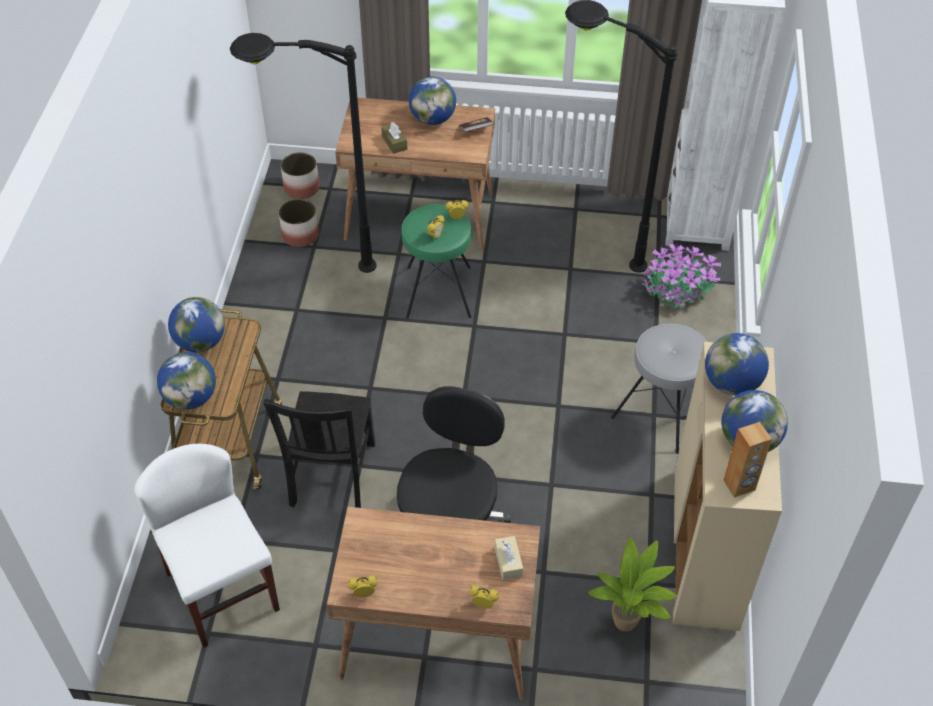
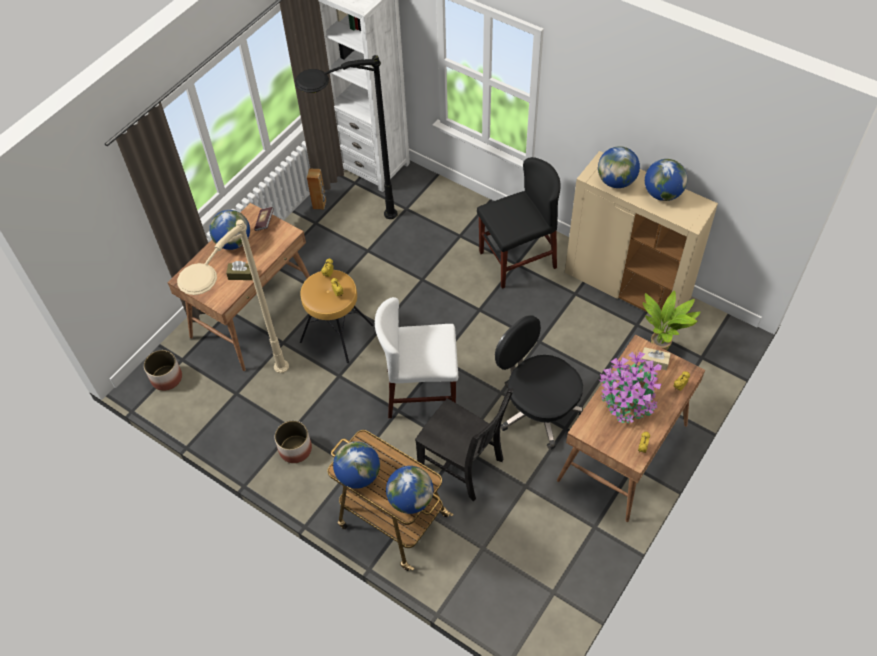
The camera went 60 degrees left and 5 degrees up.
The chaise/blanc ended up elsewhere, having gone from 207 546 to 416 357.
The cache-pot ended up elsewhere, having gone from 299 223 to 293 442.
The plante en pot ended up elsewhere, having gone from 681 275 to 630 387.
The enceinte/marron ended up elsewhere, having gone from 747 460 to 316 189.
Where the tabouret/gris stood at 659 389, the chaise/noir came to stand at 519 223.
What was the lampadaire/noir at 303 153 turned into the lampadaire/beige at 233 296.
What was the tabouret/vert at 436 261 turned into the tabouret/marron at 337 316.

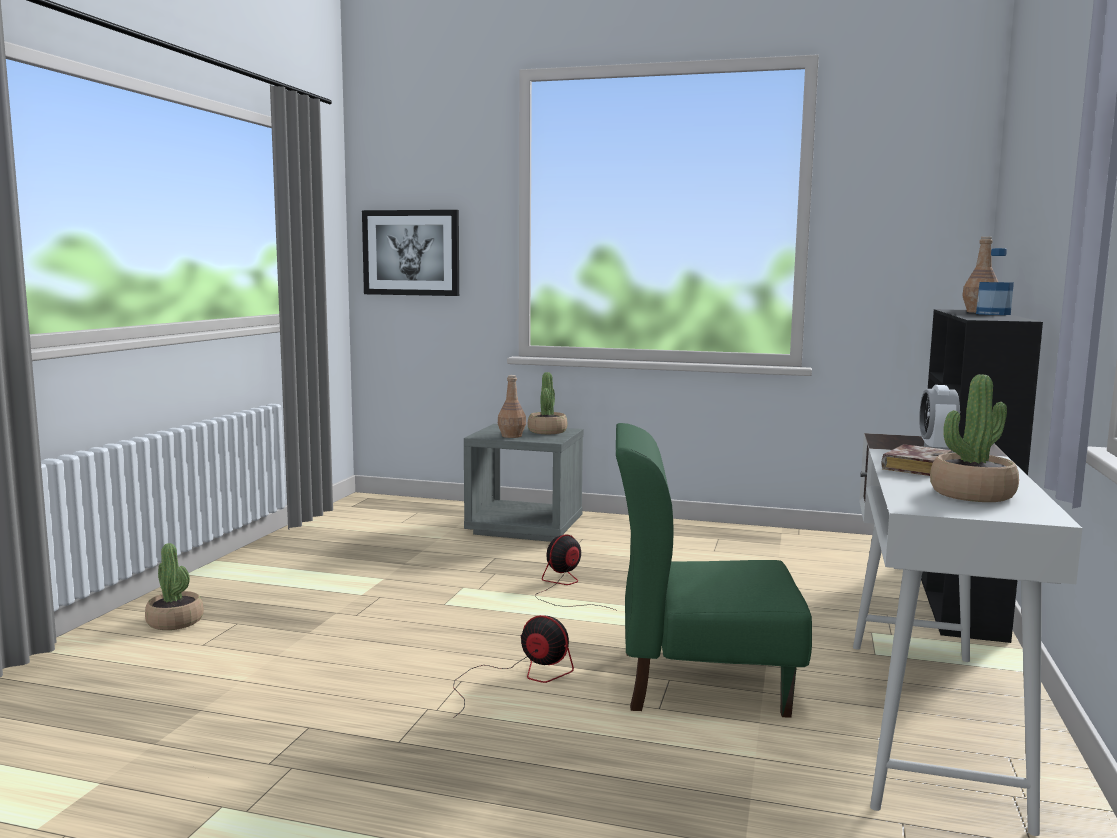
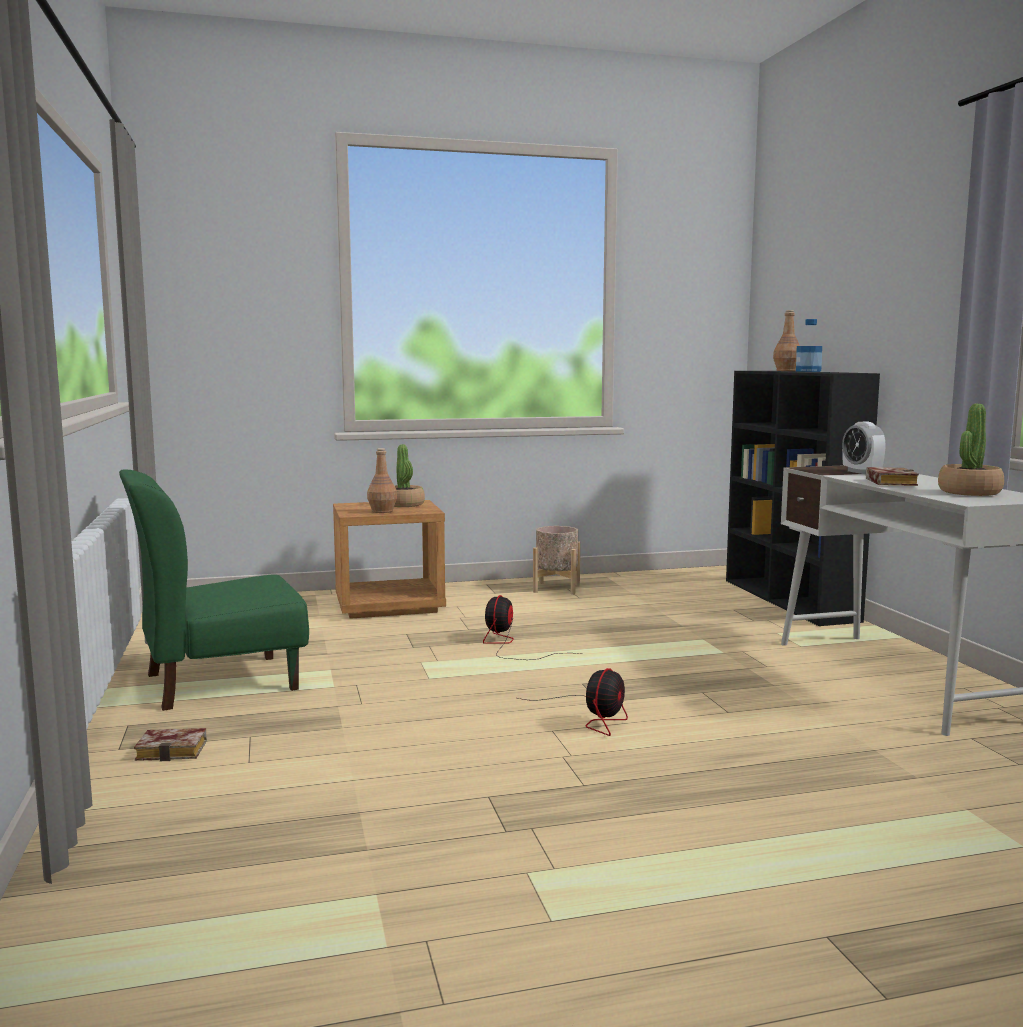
The camera went 30 degrees left and 0 degrees up.
The second view lost the tableau at 410 253.
The second view gained the cache-pot/beige at 556 560.
The chaise/vert ended up elsewhere, having gone from 714 570 to 214 590.
Where the plante en pot stood at 174 586, the livre came to stand at 170 744.
What was the table de chevet/gris at 523 483 turned into the table de chevet/marron at 389 559.
The ventilateur at 513 666 ended up facing another way, 120 degrees clockwise from before.

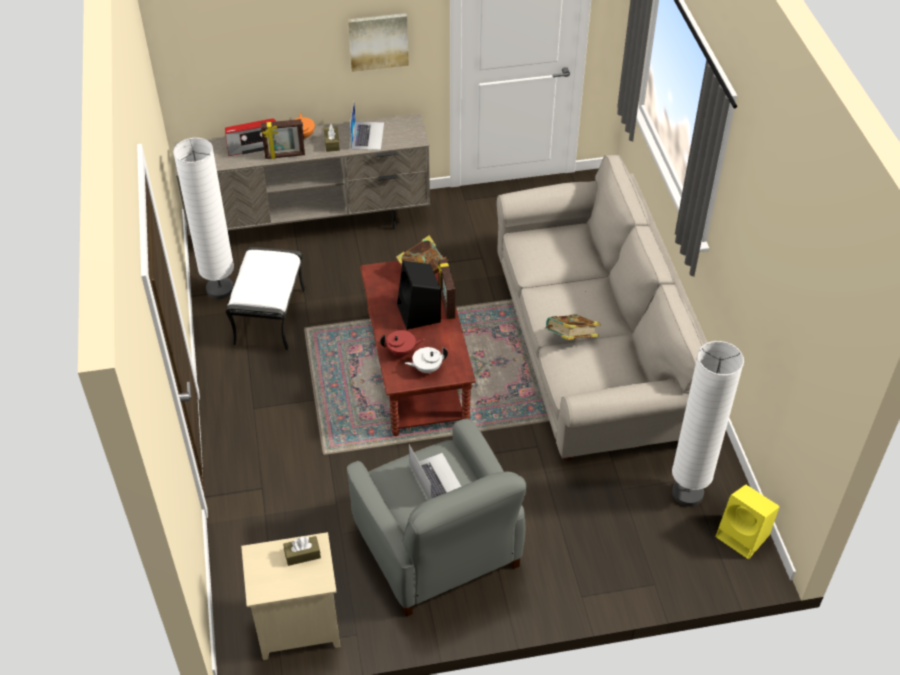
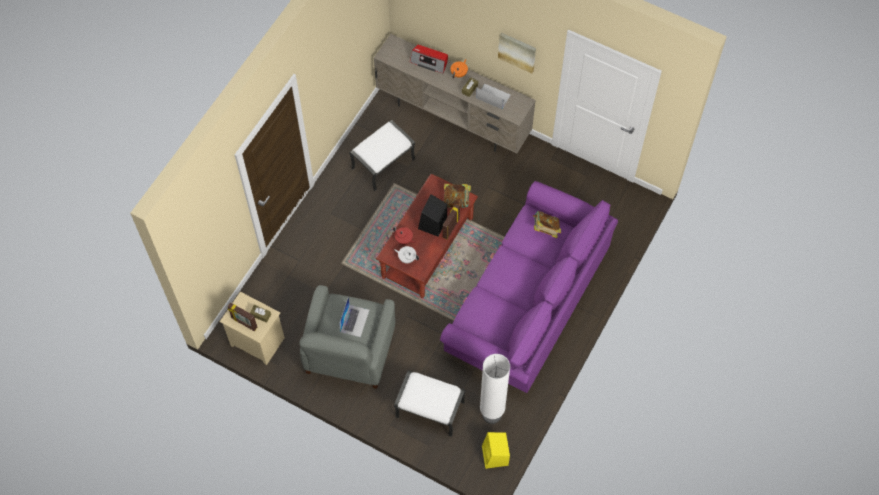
The camera went 40 degrees right and 15 degrees up.
The second view lost the lampadaire/blanc at 203 218.
The second view gained the pouf/blanc at 429 403.
The cadre photo ended up elsewhere, having gone from 283 139 to 242 316.
The livre ended up elsewhere, having gone from 573 327 to 547 224.
What was the canapé/beige at 602 308 turned into the canapé/violet at 529 287.
The ordinateur portable at 367 126 ended up facing another way, 105 degrees counterclockwise from before.

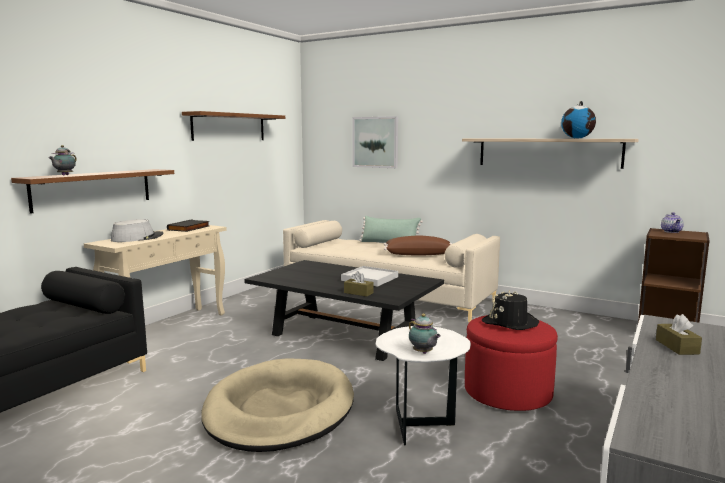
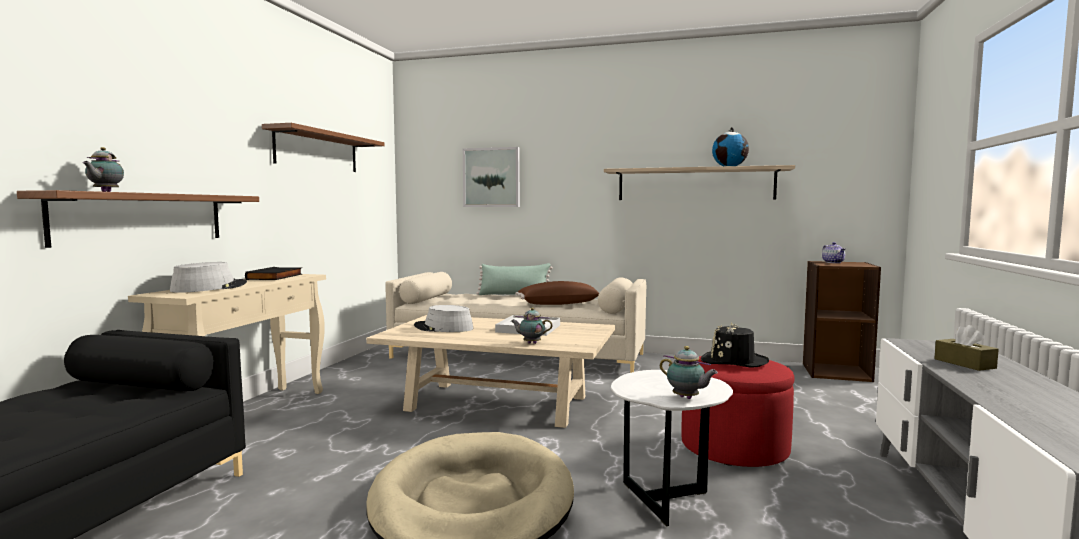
The camera went 15 degrees left and 5 degrees down.
The second view gained the chapeau/gris at 443 318.
Where the boîte à mouchoirs/marron stood at 359 284, the théière came to stand at 532 325.
What was the table basse/noir at 344 310 turned into the table basse/beige at 490 371.

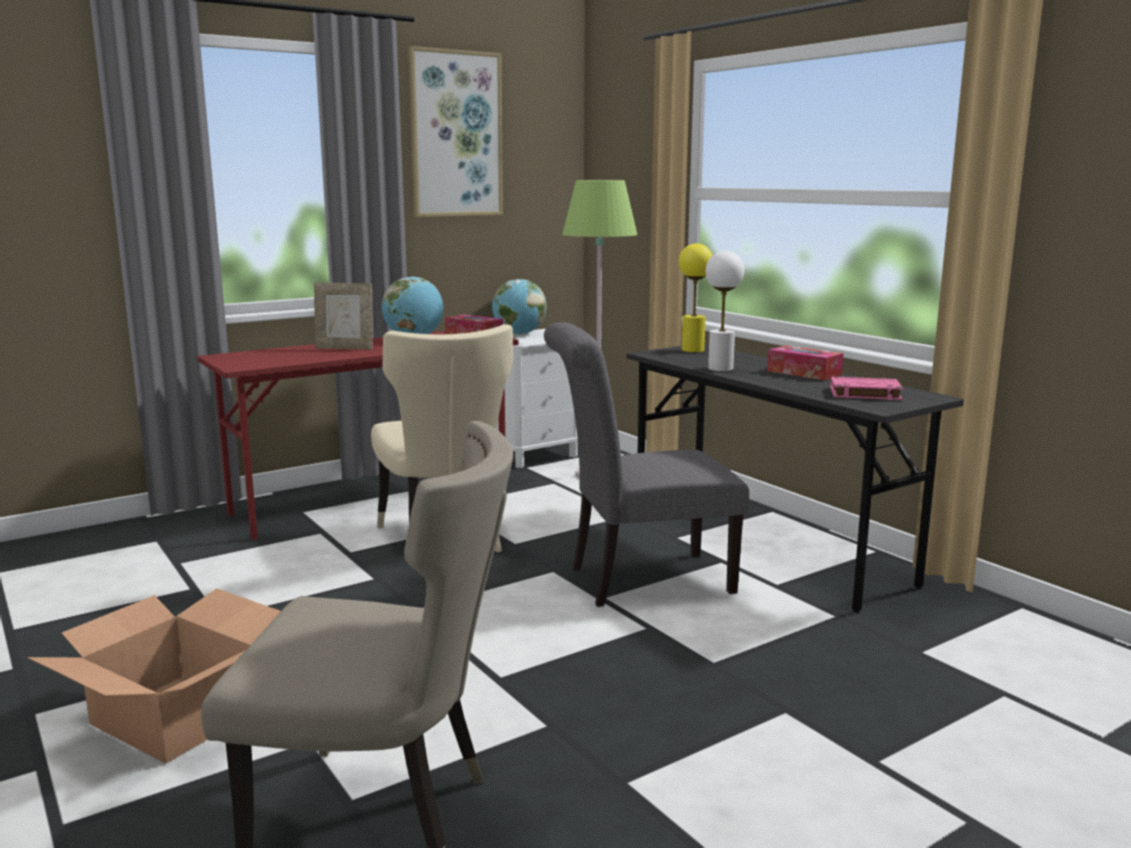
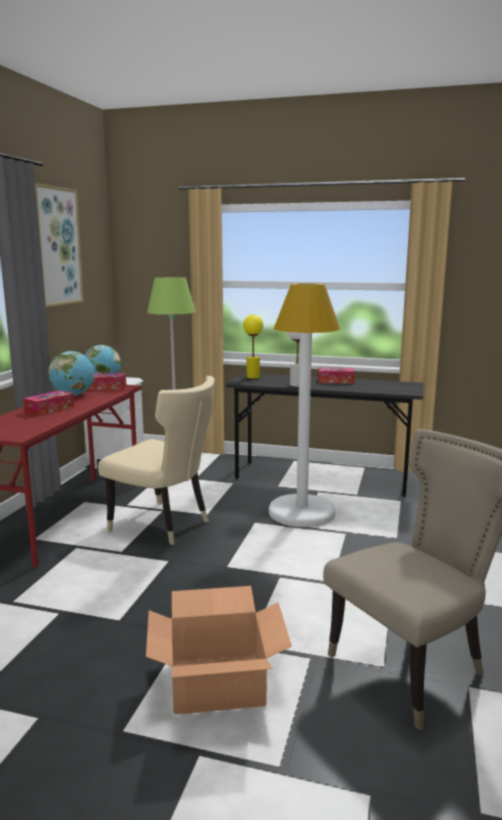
The camera went 40 degrees left and 0 degrees up.
The second view lost the livre/rose at 866 388.
Where the cadre photo stood at 343 316, the boîte à mouchoirs came to stand at 48 403.
Where the chaise/gris stood at 646 464, the lampadaire/blanc came to stand at 304 405.

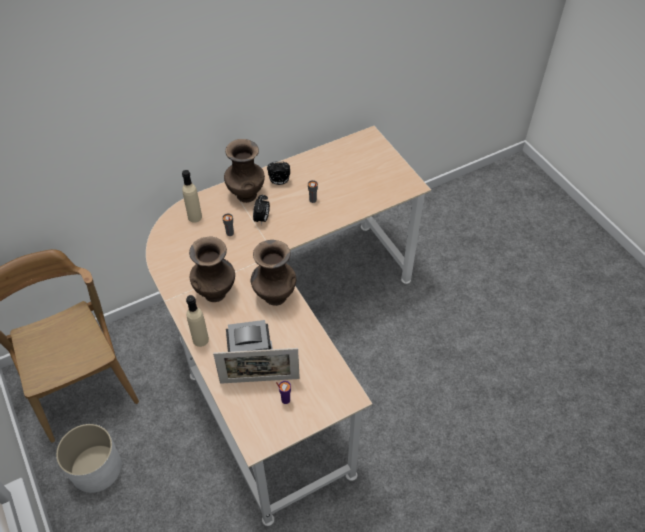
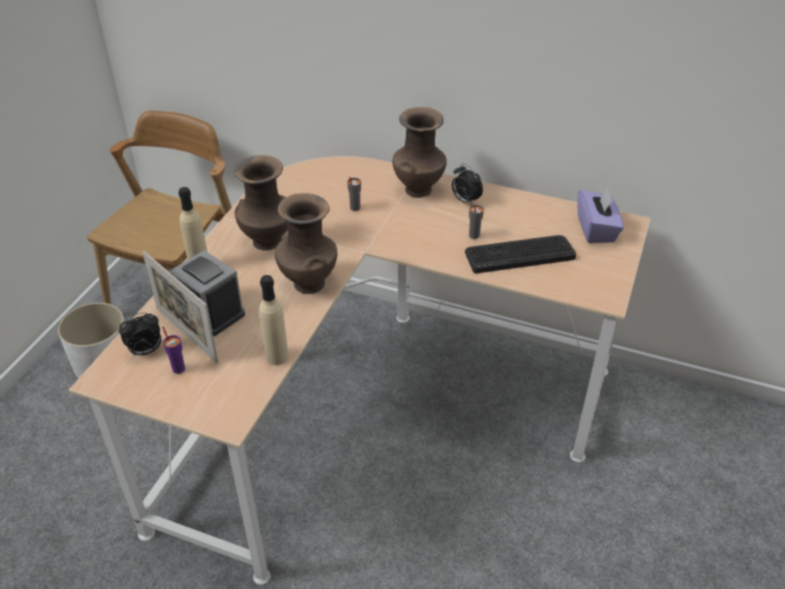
The camera went 50 degrees right and 10 degrees down.
The second view gained the clavier at 520 254.
The second view gained the boîte à mouchoirs/violet at 600 215.
The bouteille/beige ended up elsewhere, having gone from 192 196 to 273 320.
The réveil ended up elsewhere, having gone from 261 210 to 140 334.

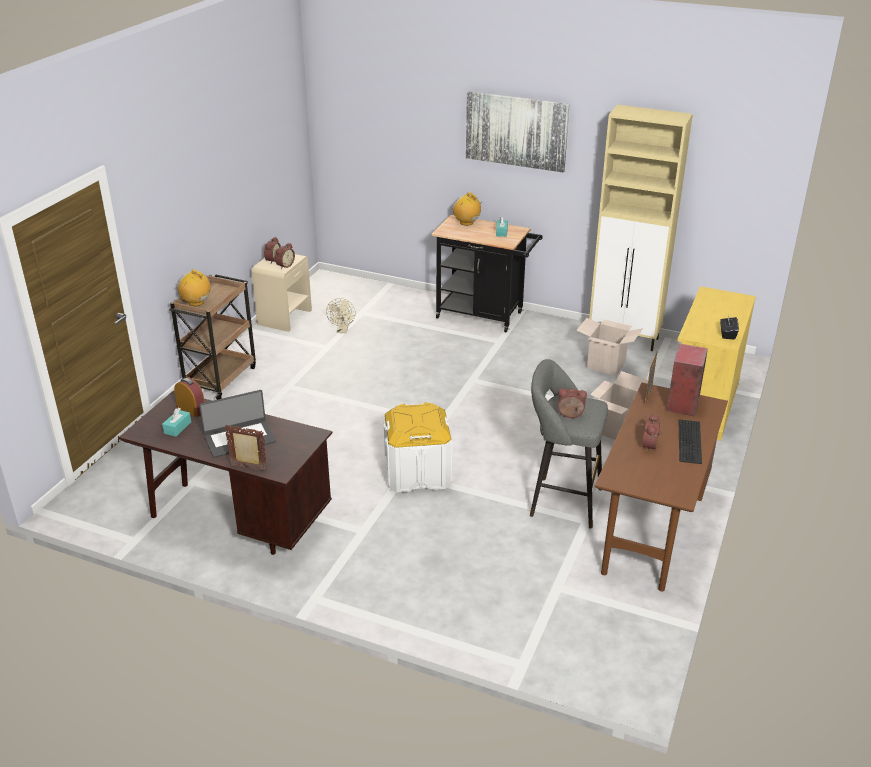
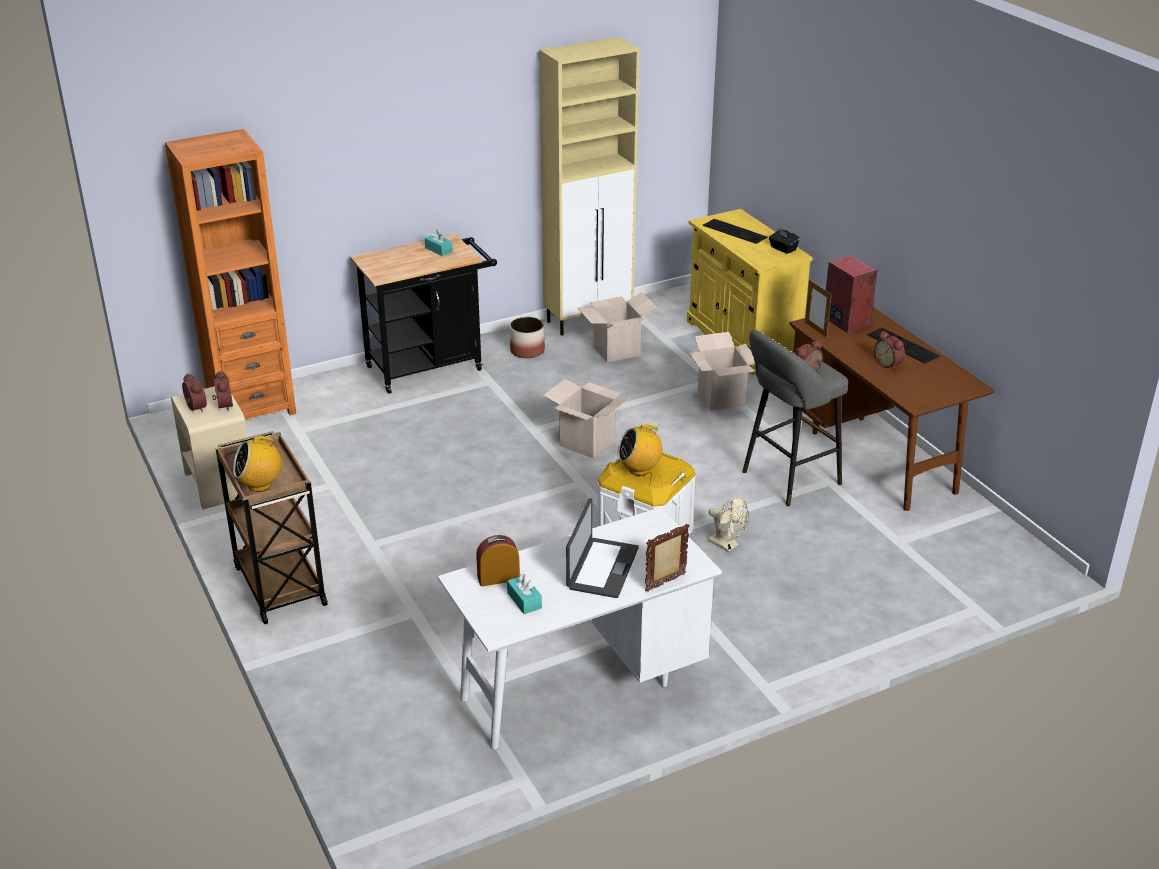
The camera went 50 degrees left and 0 degrees up.
The second view lost the tableau at 518 132.
The second view gained the bibliothèque/orange at 230 274.
The second view gained the cache-pot at 527 337.
The second view gained the carton at 587 419.
The second view gained the clavier at 735 231.
The ventilateur/beige ended up elsewhere, having gone from 341 315 to 728 524.
The radio ended up elsewhere, having gone from 467 209 to 640 450.
What was the bureau/marron at 226 473 turned into the bureau/blanc at 579 628.

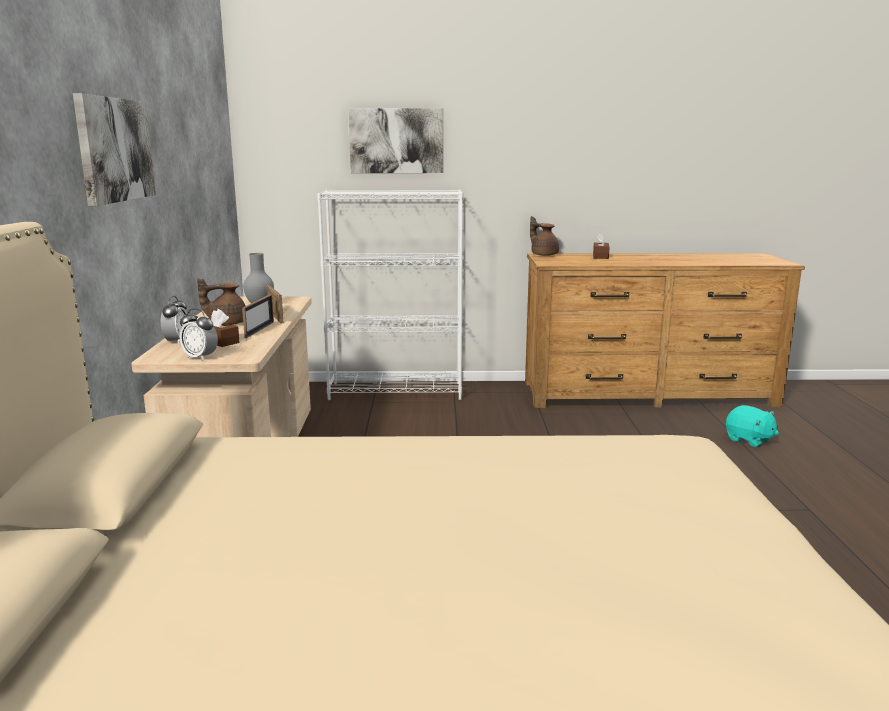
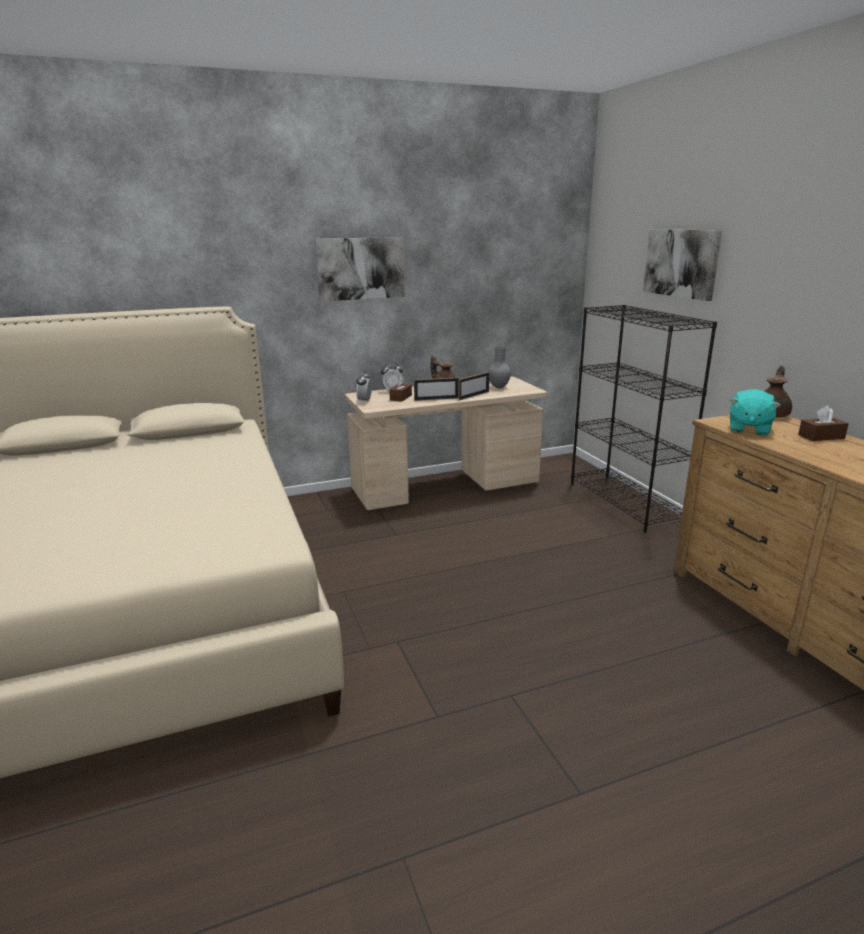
The camera went 70 degrees right and 5 degrees up.
The peluche/turquoise ended up elsewhere, having gone from 752 426 to 755 412.
What was the bibliothèque/blanc at 390 295 turned into the bibliothèque/noir at 644 419.

